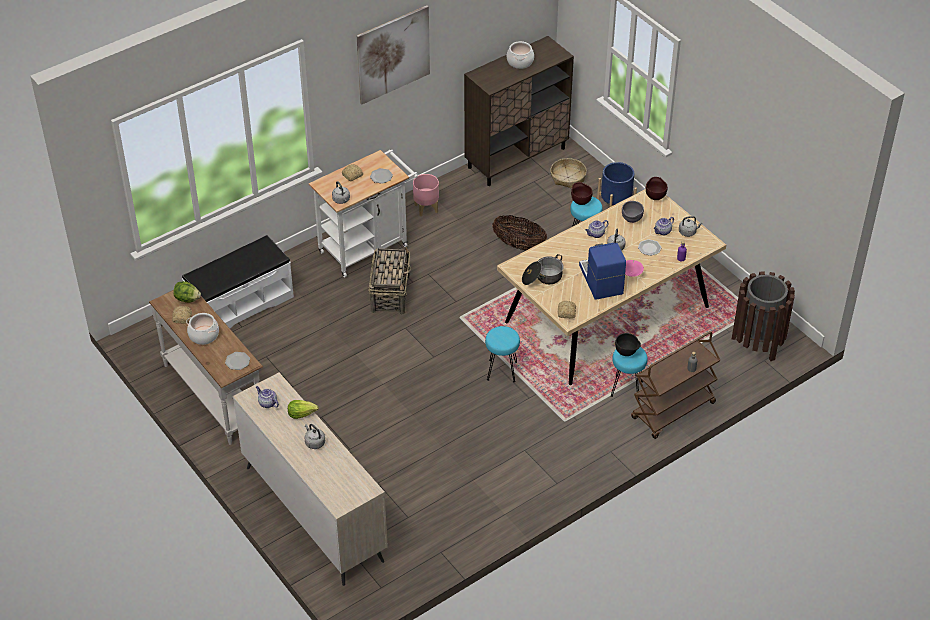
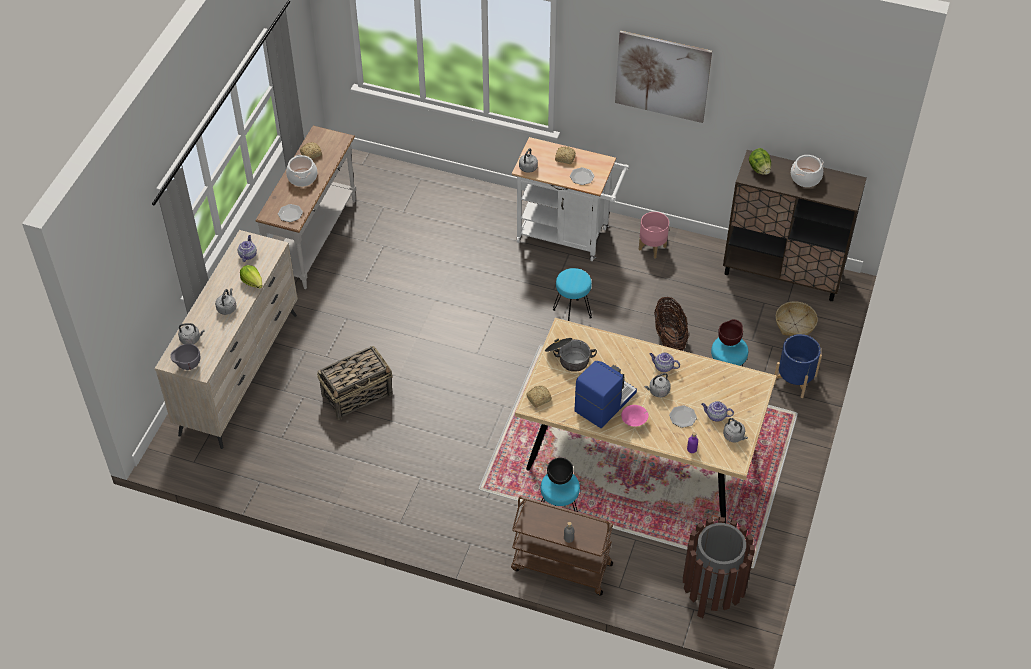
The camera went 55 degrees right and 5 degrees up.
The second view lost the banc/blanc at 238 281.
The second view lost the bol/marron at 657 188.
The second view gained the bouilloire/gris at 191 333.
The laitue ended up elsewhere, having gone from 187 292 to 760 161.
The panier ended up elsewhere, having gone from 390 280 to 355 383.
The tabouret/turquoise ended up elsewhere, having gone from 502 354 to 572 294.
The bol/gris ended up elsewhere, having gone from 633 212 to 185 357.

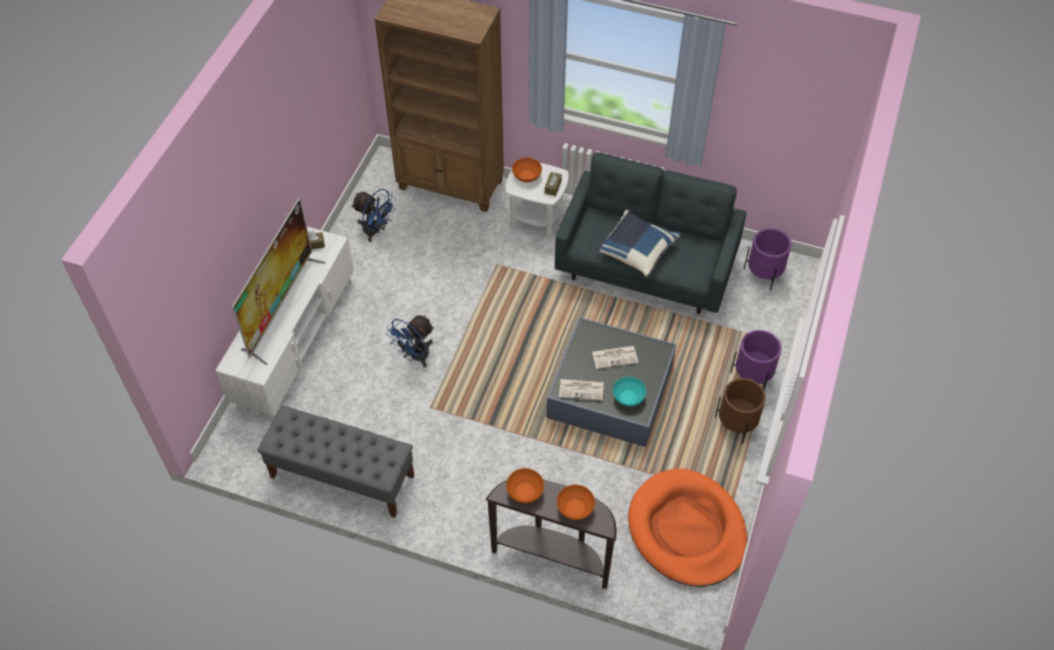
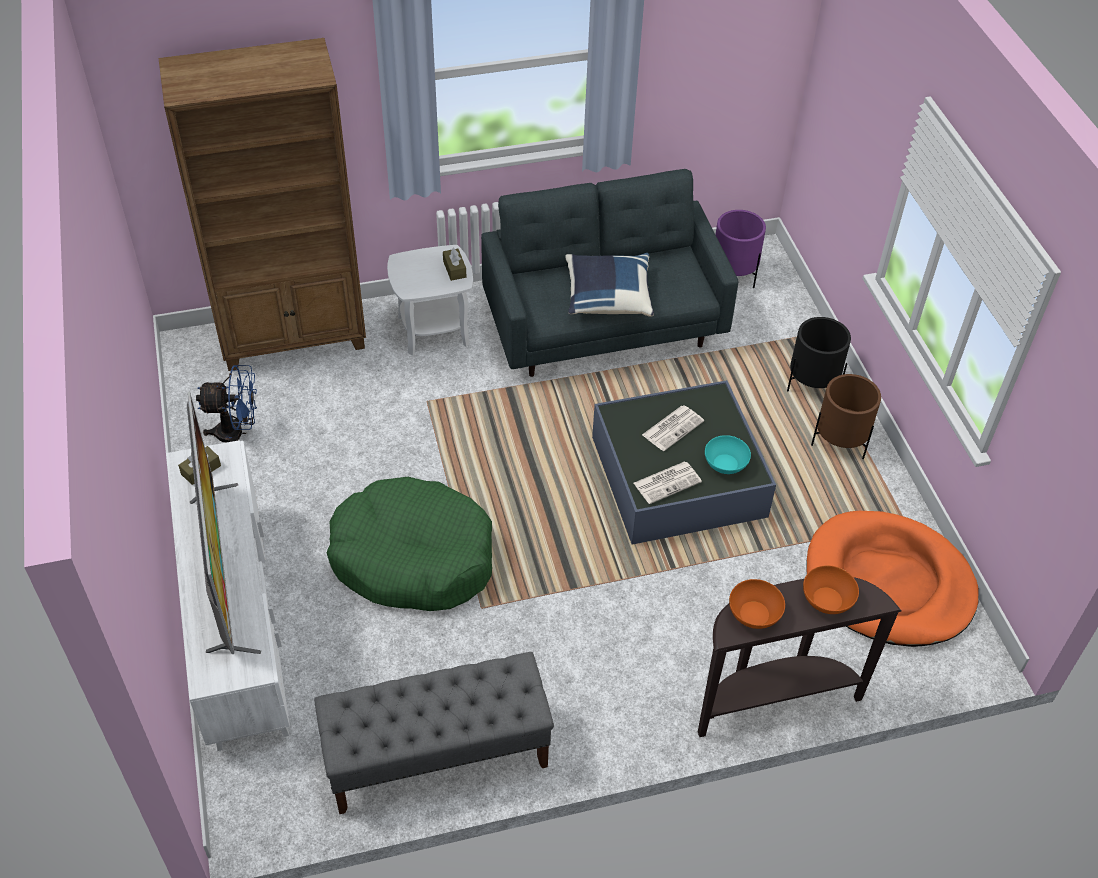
The camera went 35 degrees left and 5 degrees down.
The second view lost the bol/orange at 527 170.
Where the ventilateur/bleu stood at 410 341, the panier pour chien/vert came to stand at 409 544.
What was the cache-pot/violet at 756 359 turned into the cache-pot/noir at 819 354.

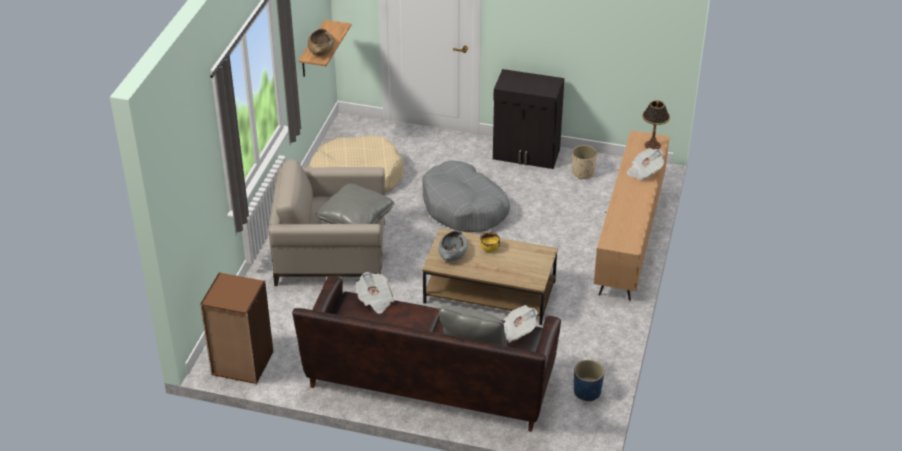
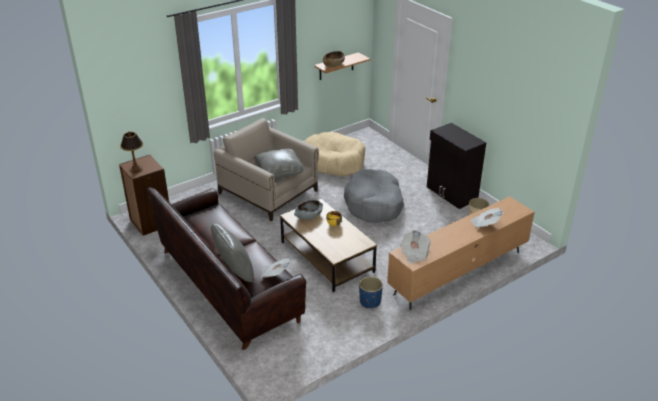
The camera went 40 degrees right and 5 degrees down.
The journal ended up elsewhere, having gone from 375 293 to 415 246.
The cache-pot/bleu ended up elsewhere, having gone from 589 381 to 371 293.
The lampe de table ended up elsewhere, having gone from 656 124 to 131 152.

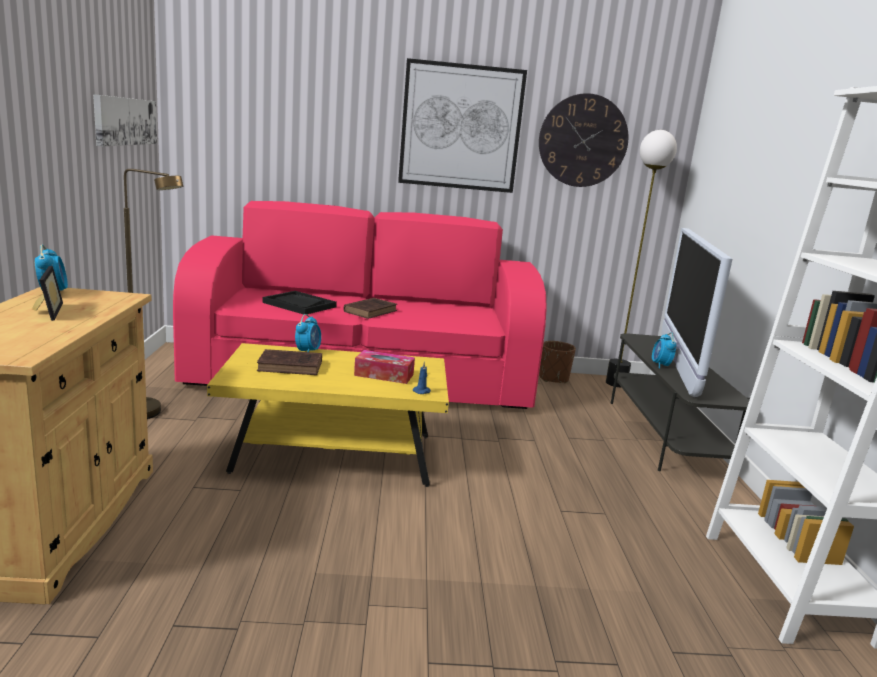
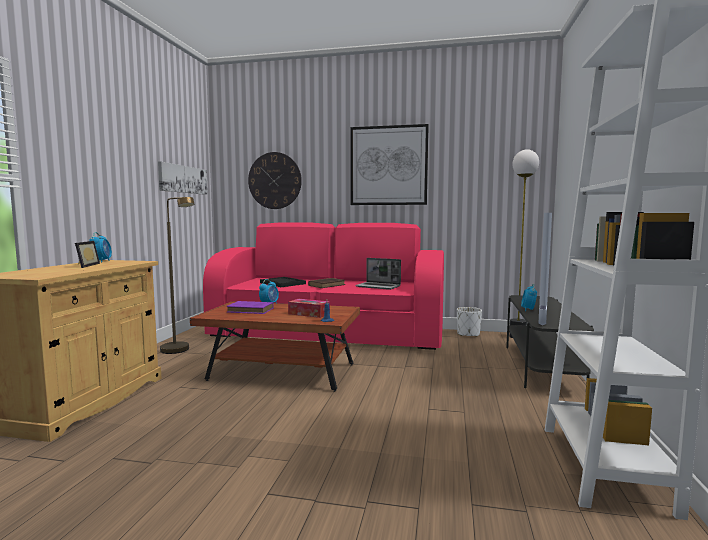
The camera went 15 degrees right and 10 degrees down.
The second view gained the ordinateur portable at 378 274.
The horloge murale ended up elsewhere, having gone from 583 140 to 275 180.
What was the table basse/jaune at 328 415 turned into the table basse/marron at 275 346.
What was the livre/marron at 289 362 turned into the livre/violet at 250 307.
What was the cache-pot/marron at 557 362 turned into the cache-pot/blanc at 469 322.

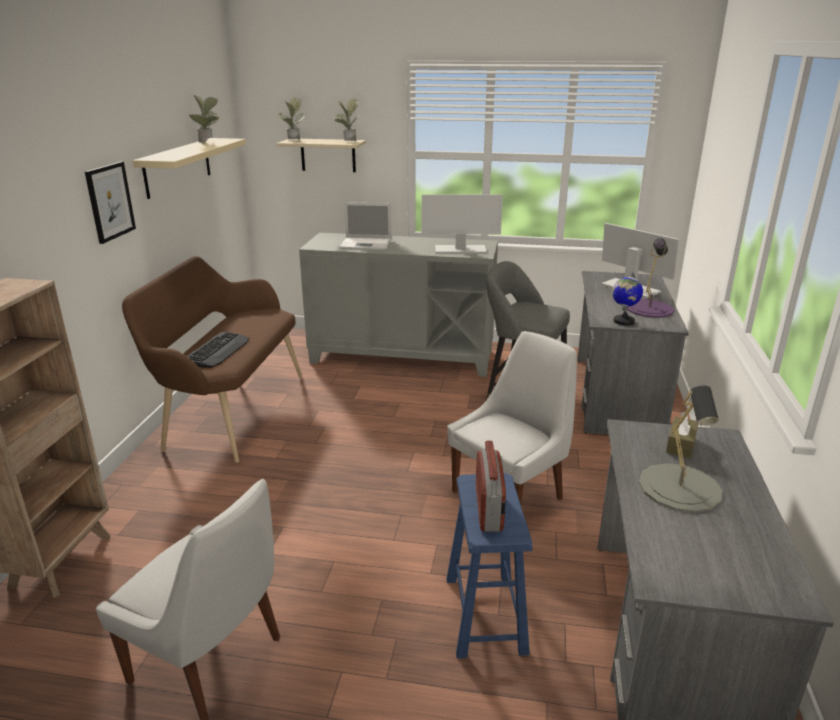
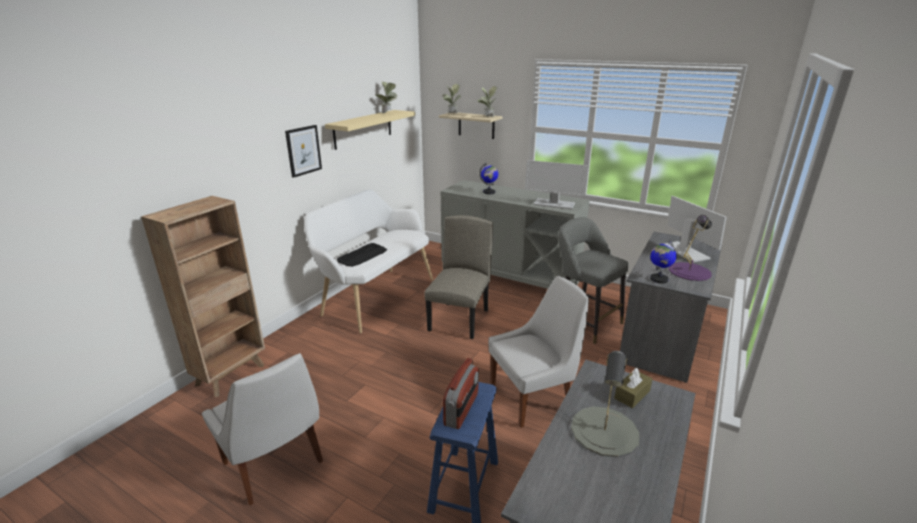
The camera went 20 degrees right and 0 degrees up.
The second view gained the chaise/beige at 458 277.
Where the ordinateur portable stood at 365 226, the globe came to stand at 488 178.
What was the banc/marron at 212 359 turned into the banc/blanc at 368 261.

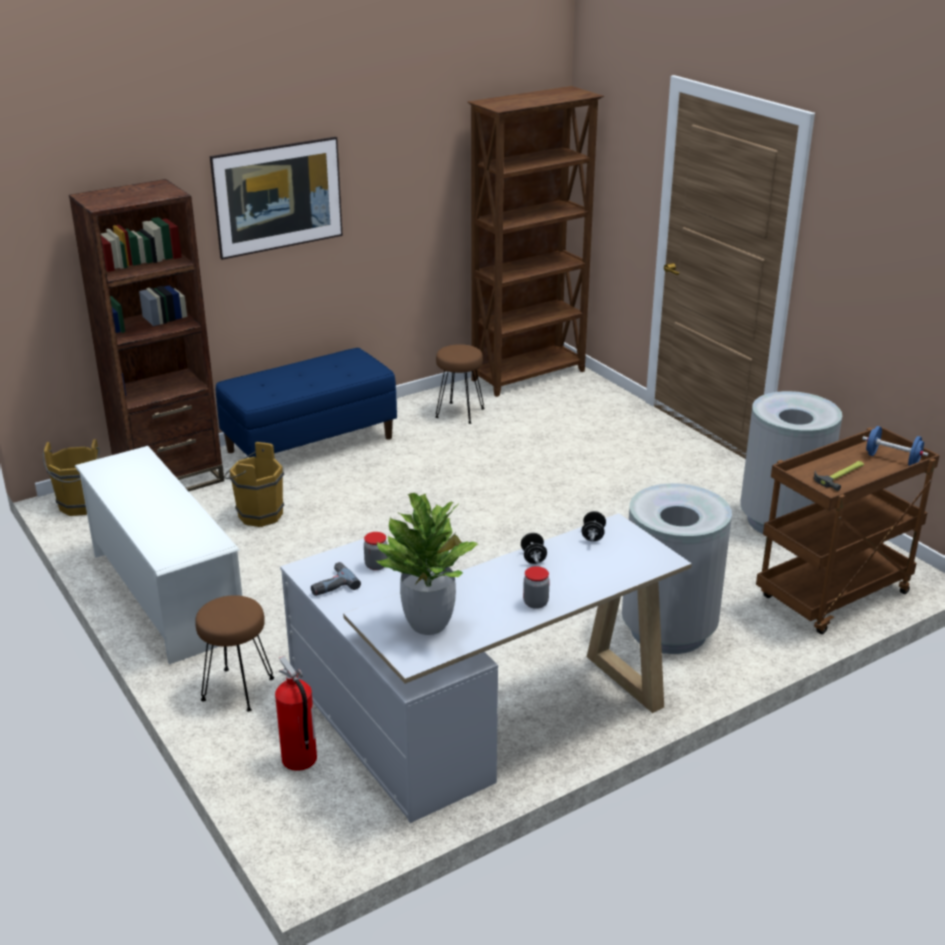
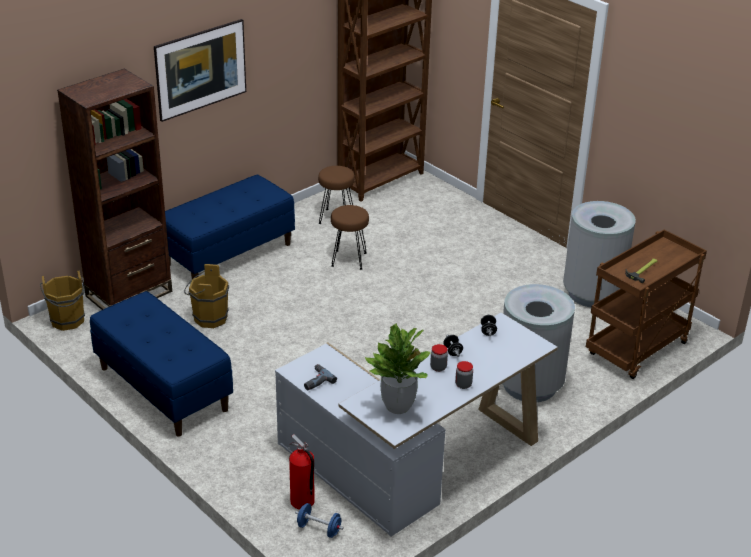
The camera went 10 degrees left and 5 degrees up.
The tabouret/marron ended up elsewhere, having gone from 234 653 to 350 237.
The bocal ended up elsewhere, having gone from 376 551 to 439 358.
The haltère/bleu ended up elsewhere, having gone from 895 446 to 319 520.
Where the étagère à chaussures/blanc stood at 158 555, the banc/bleu came to stand at 161 364.

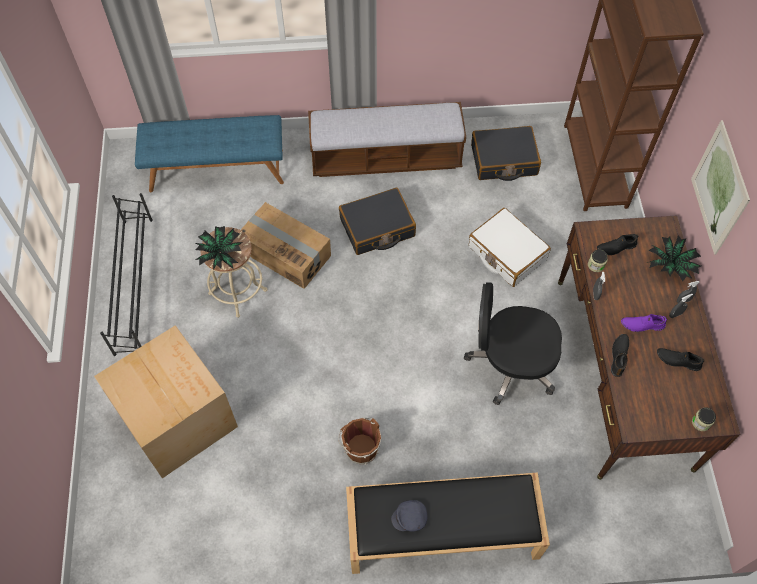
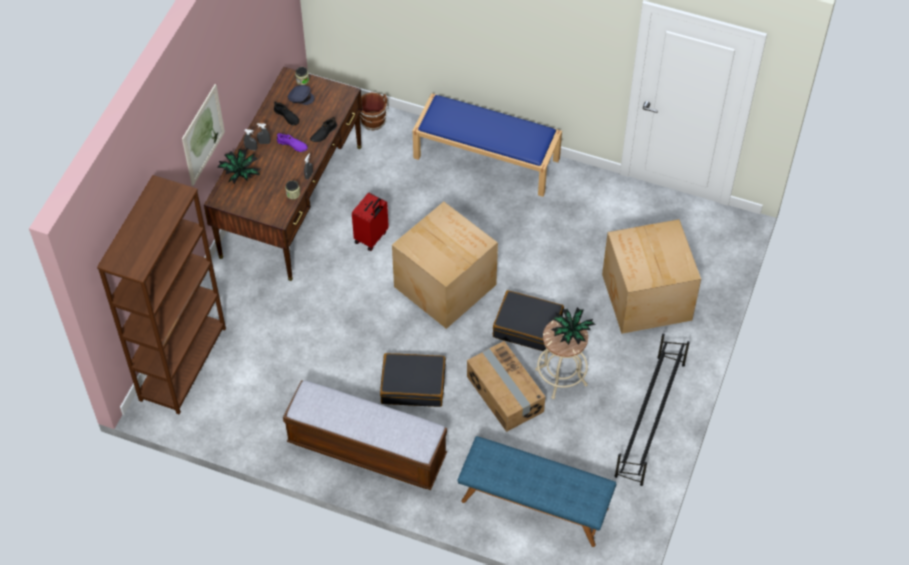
The camera went 155 degrees left and 5 degrees down.
The second view lost the valise/blanc at 510 247.
The second view lost the chaussure/noir at 617 244.
The second view gained the carton at 445 265.
The seau/marron ended up elsewhere, having gone from 359 441 to 374 111.
The casquette/gris ended up elsewhere, having gone from 409 516 to 301 95.
The valise/noir ended up elsewhere, having gone from 506 153 to 528 321.
Where the chaise de bureau/noir stood at 513 343, the valise/rouge came to stand at 370 222.
What was the banc/noir at 448 523 turned into the banc/bleu at 487 145.

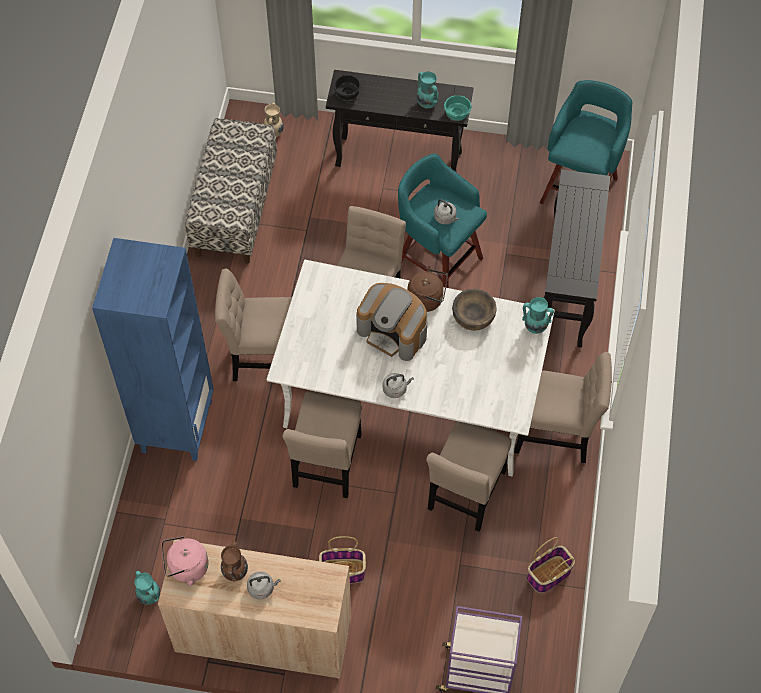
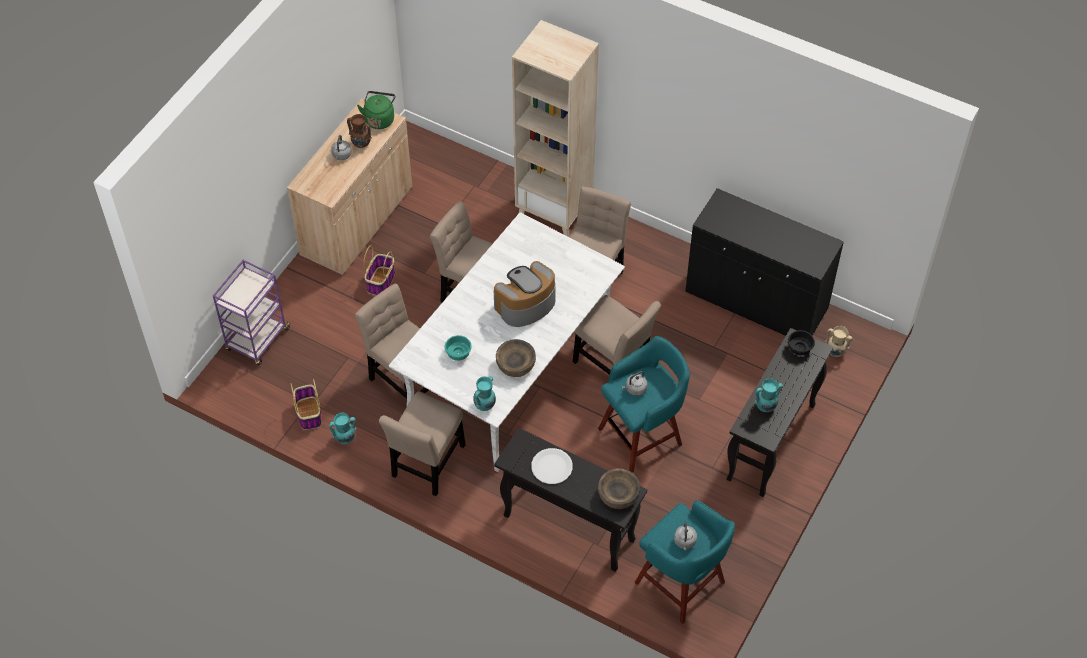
The camera went 110 degrees right and 5 degrees down.
The second view lost the bouilloire/marron at 427 289.
The second view gained the assiette/blanc at 552 466.
The second view gained the bol/marron at 619 489.
The vase/turquoise ended up elsewhere, having gone from 147 588 to 342 428.
The bouilloire/gris ended up elsewhere, having gone from 398 385 to 685 536.
The bol/turquoise ended up elsewhere, having gone from 458 108 to 458 348.
Where the banc stood at 231 191, the meuble de rangement/noir came to stand at 764 262.
What was the bibliothèque/bleu at 153 349 turned into the bibliothèque/beige at 555 128.
What was the bouilloire/rose at 185 561 turned into the bouilloire/vert at 376 110.

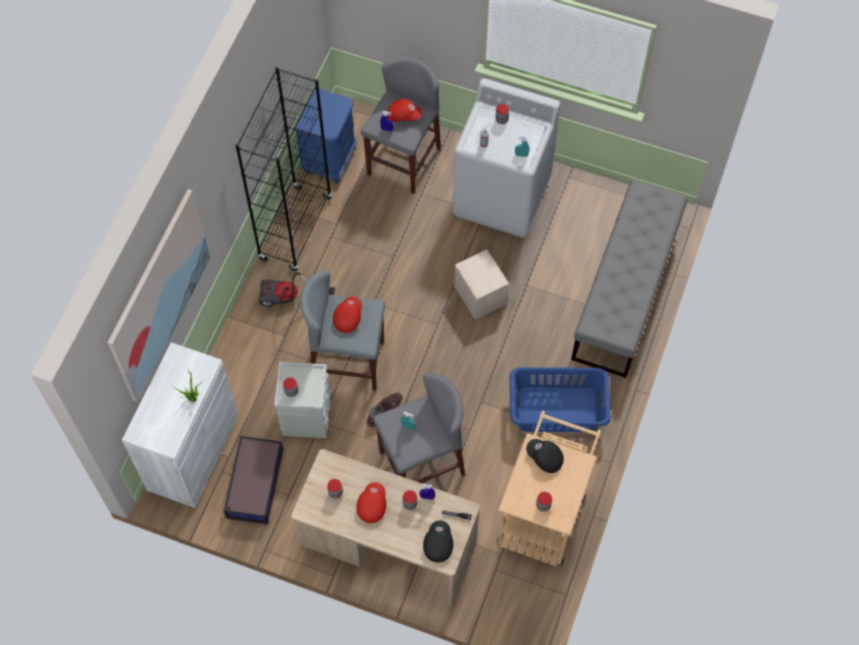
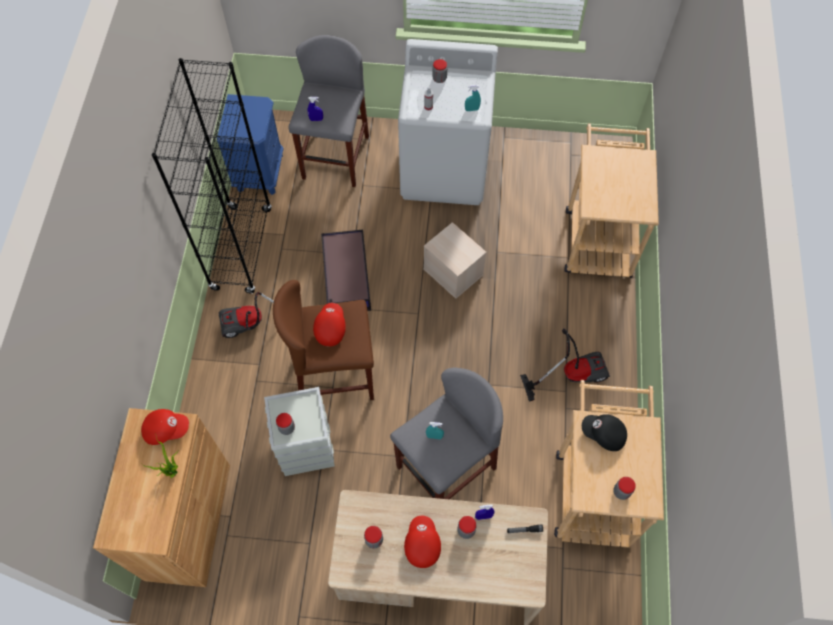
The camera went 15 degrees left and 0 degrees up.
The second view lost the tableau at 158 295.
The second view lost the botte/marron at 385 409.
The second view lost the casquette/noir at 438 541.
The boîte de rangement ended up elsewhere, having gone from 253 480 to 346 270.
The casquette/rouge ended up elsewhere, having gone from 405 110 to 165 427.
Where the panier à linge/bleu stood at 560 399, the aspirateur came to stand at 565 365.
Where the banc/gris stood at 629 279, the chariot/beige came to stand at 611 201.
What was the meuble de rangement/blanc at 180 425 turned into the meuble de rangement/marron at 161 497.
What was the tabouret/gris at 343 330 turned into the tabouret/marron at 323 340.

